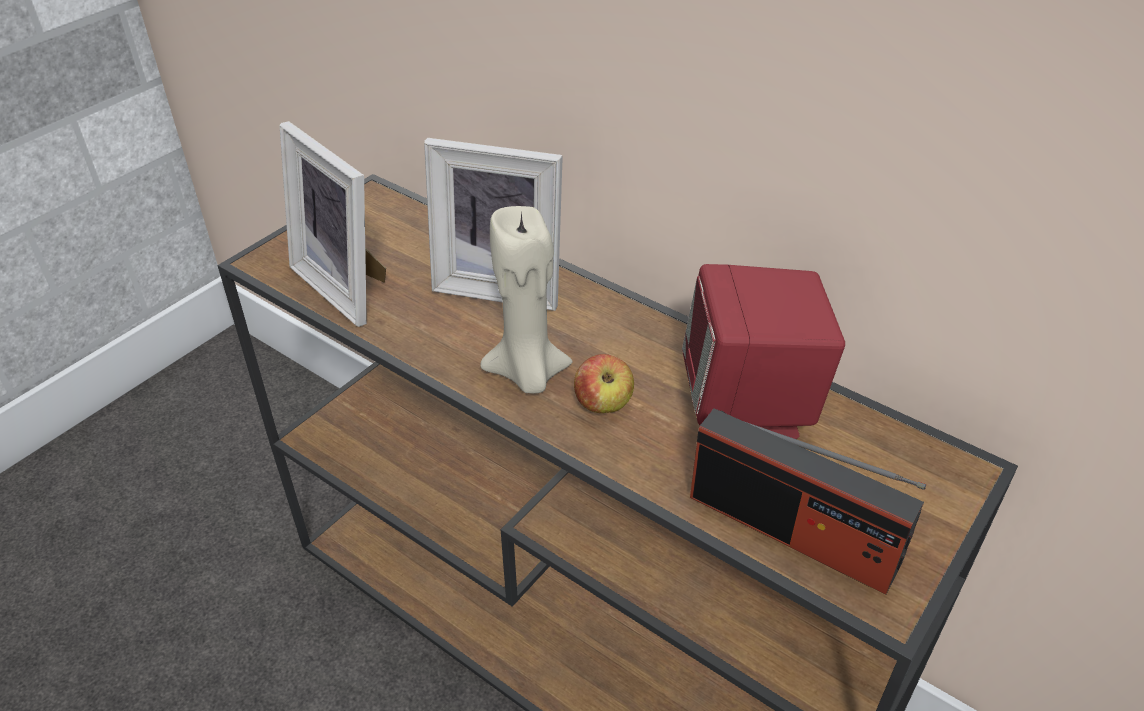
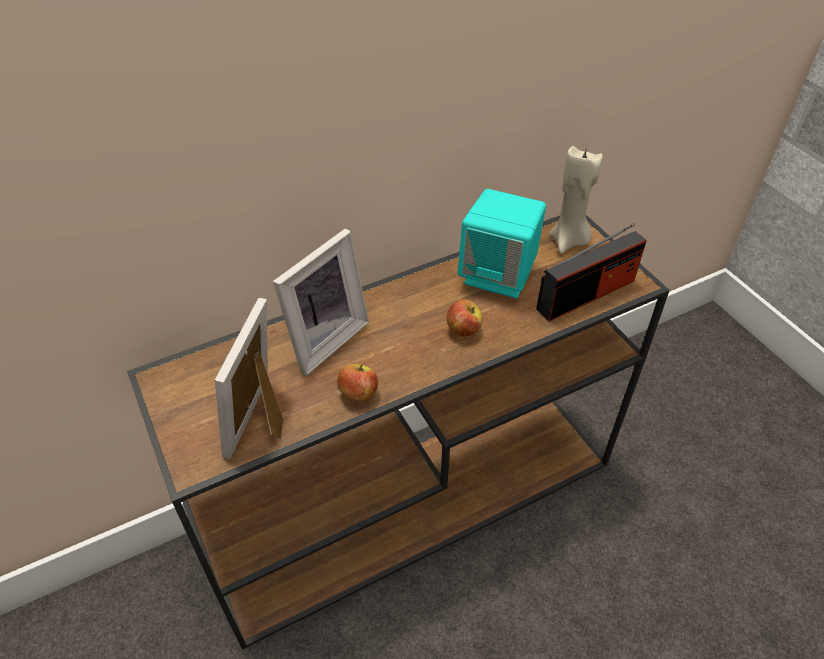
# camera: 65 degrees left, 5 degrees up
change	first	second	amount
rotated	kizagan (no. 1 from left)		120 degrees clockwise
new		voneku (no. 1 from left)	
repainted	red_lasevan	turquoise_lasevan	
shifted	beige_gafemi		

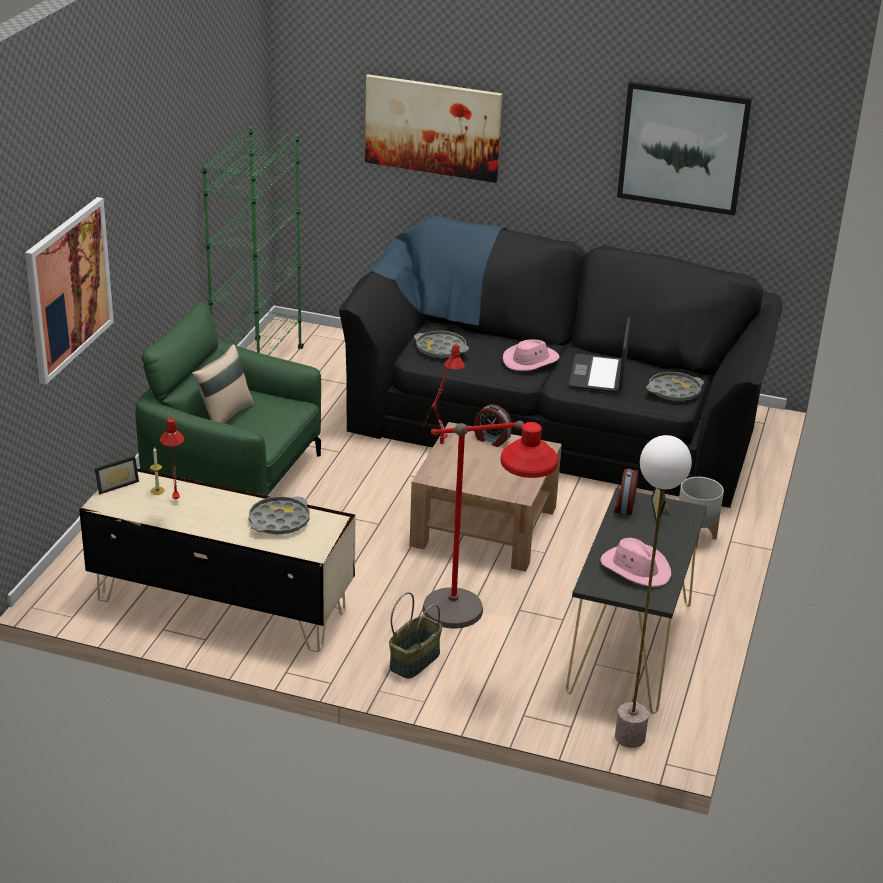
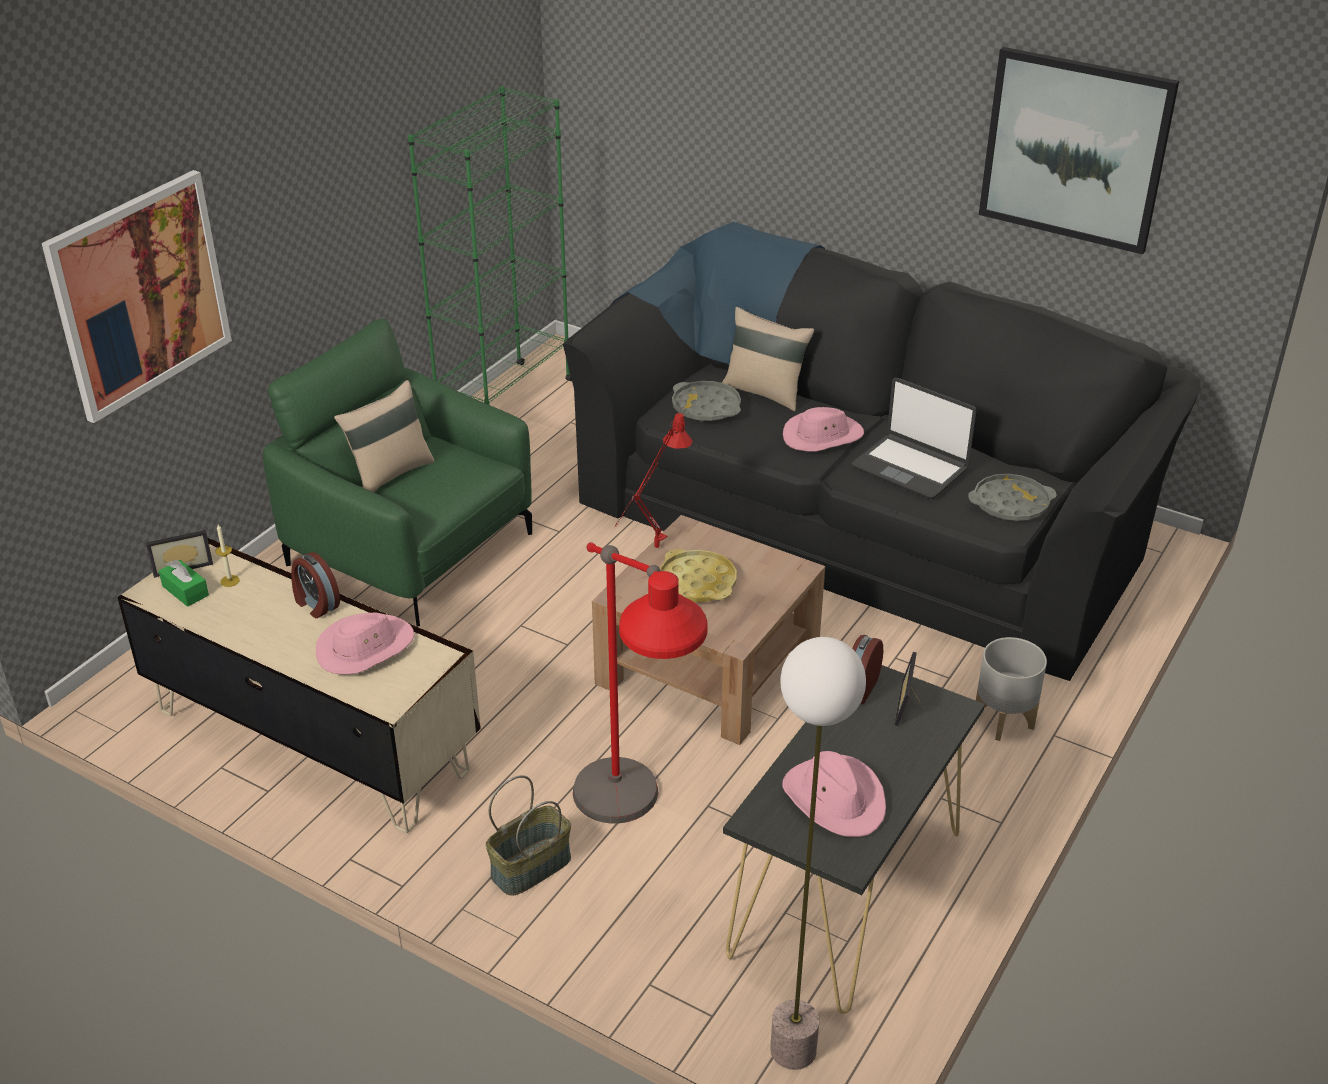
# camera: 15 degrees right, 5 degrees up
change	first	second	amount
new		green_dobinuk	
shifted	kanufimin (no. 1 from left)		
swapped	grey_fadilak (no. 1 from left)	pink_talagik (no. 1 from left)	
new		yellow_fadilak	
new		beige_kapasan (no. 2 from left)	
rotated	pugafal		75 degrees counterclockwise
gone	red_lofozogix (no. 1 from left)		
gone	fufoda (no. 2 from left)		

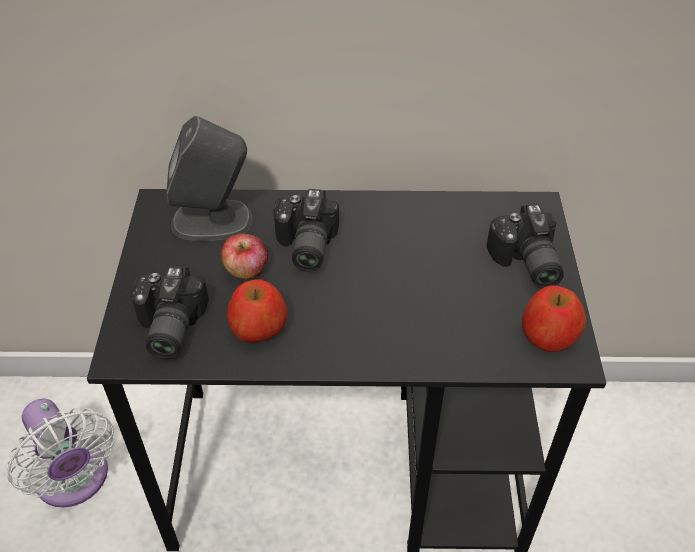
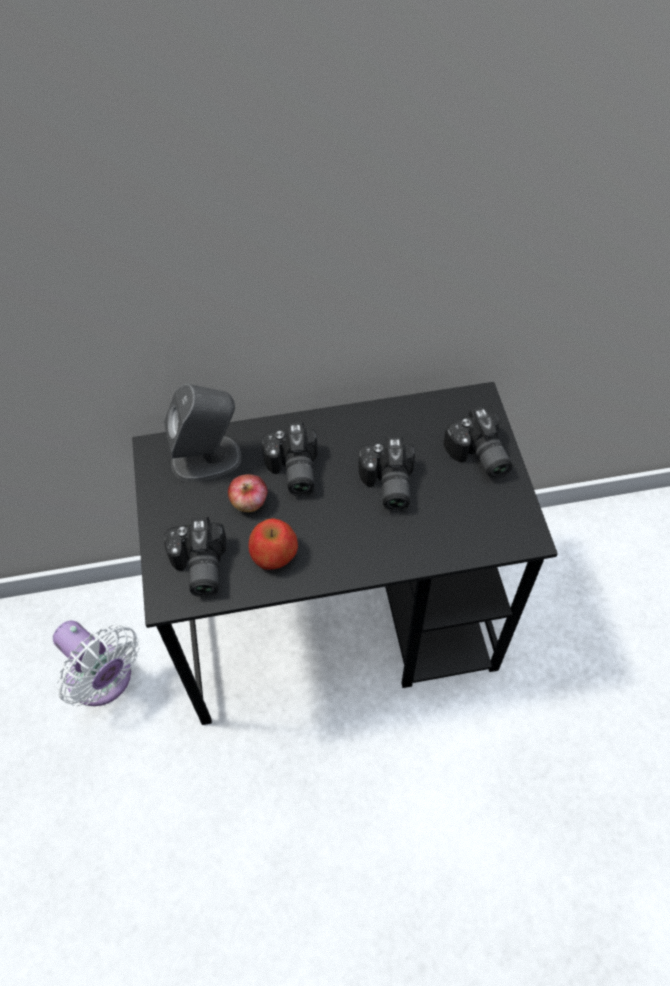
# camera: 10 degrees left, 10 degrees up
change	first	second	amount
new		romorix (no. 3 from left)	
gone	voneku (no. 3 from left)		

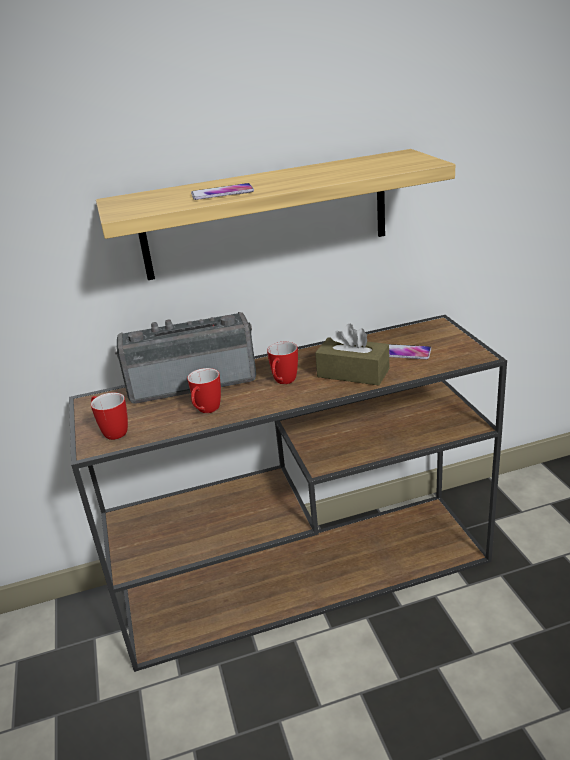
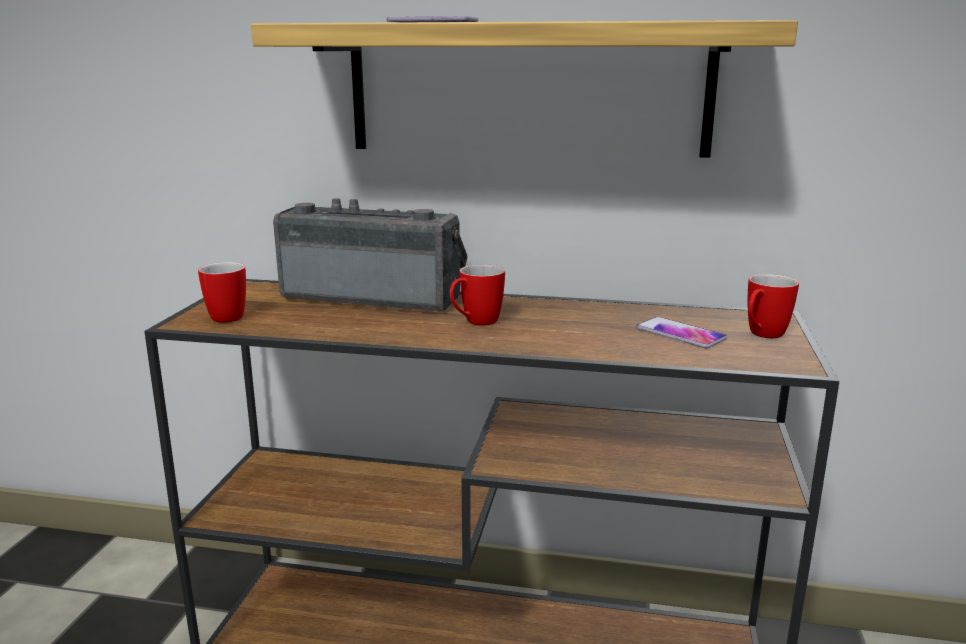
# camera: 25 degrees right, 10 degrees down
change	first	second	amount
shifted	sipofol (no. 2 from left in the first image)	sipofol (no. 3 from left)	
gone	brown_dobinuk		

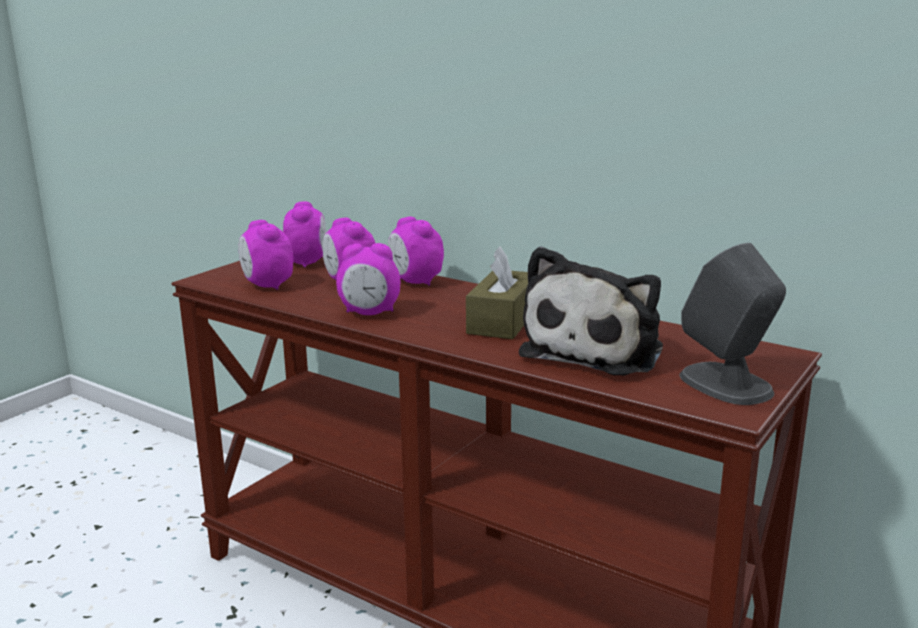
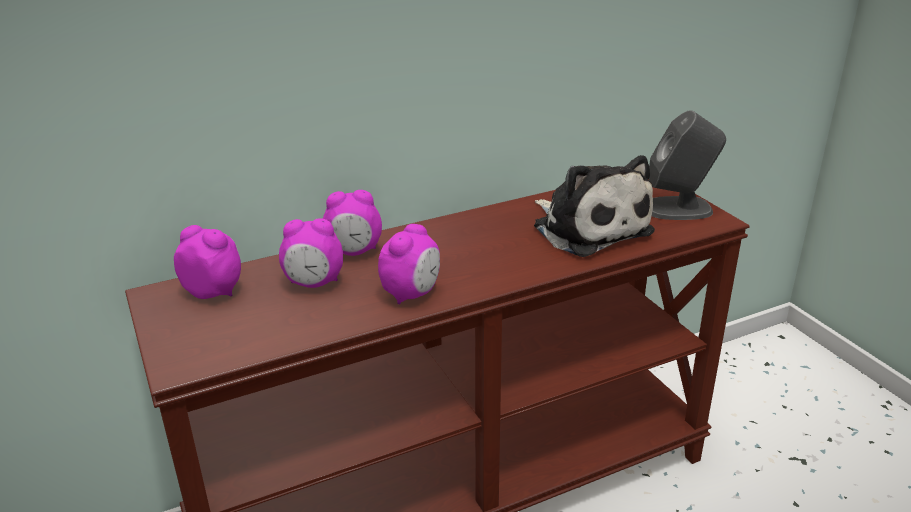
# camera: 60 degrees left, 10 degrees up
change	first	second	amount
gone	kanufimin (no. 1 from left)		
gone	brown_dobinuk		

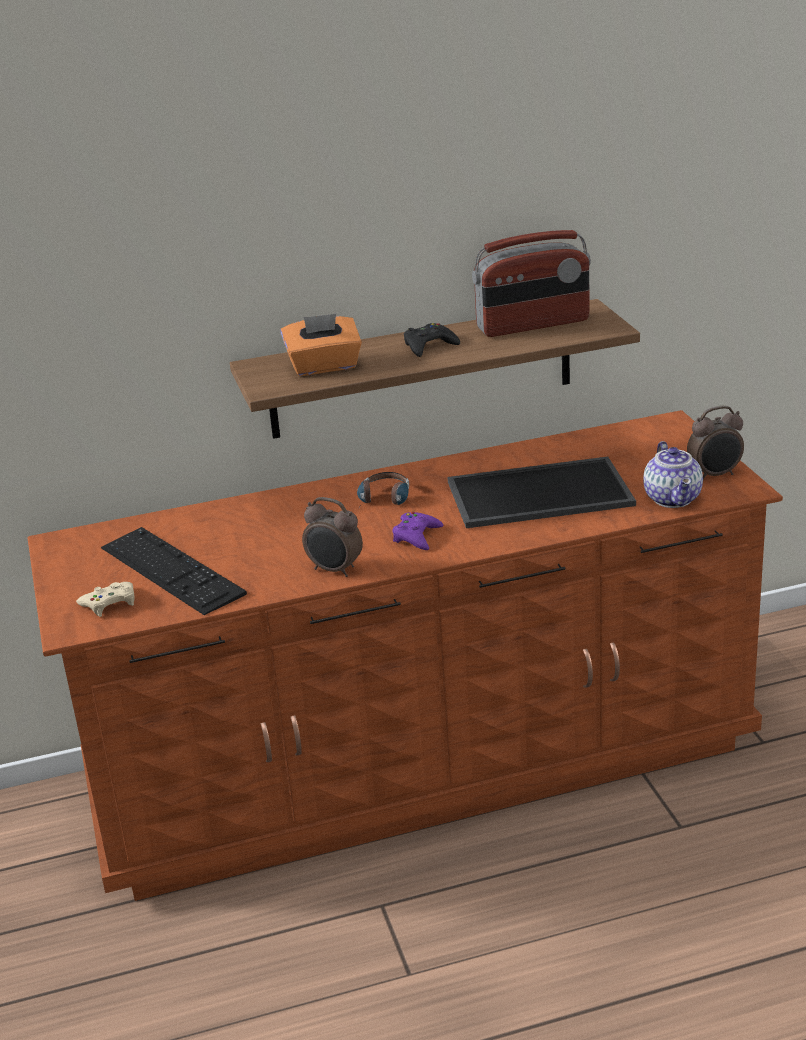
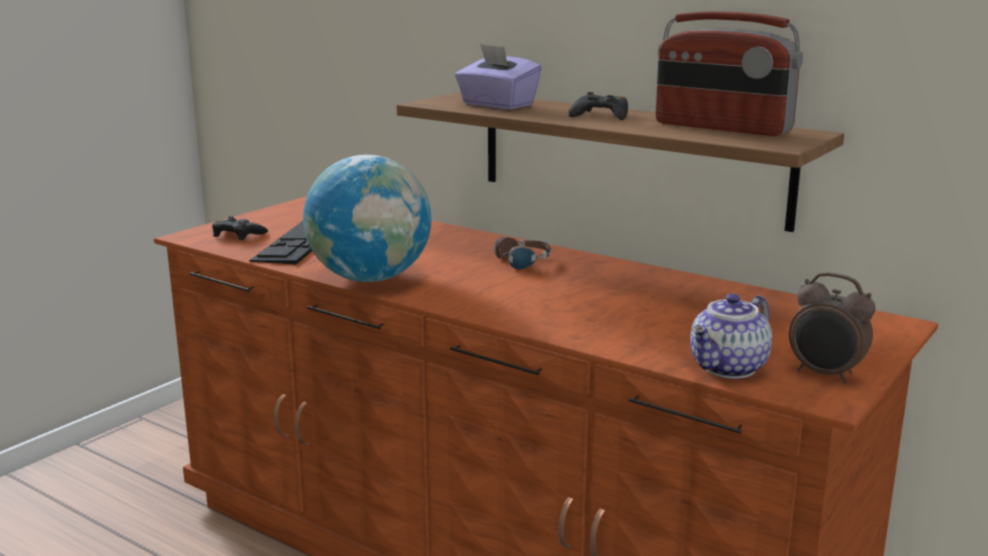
# camera: 50 degrees right, 10 degrees down
change	first	second	amount
repainted	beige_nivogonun	black_nivogonun (no. 1 from left)	
swapped	kanufimin (no. 1 from left)	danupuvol	
repainted	orange_dobinuk	purple_dobinuk	
gone	purple_nivogonun		
gone	fadilak		

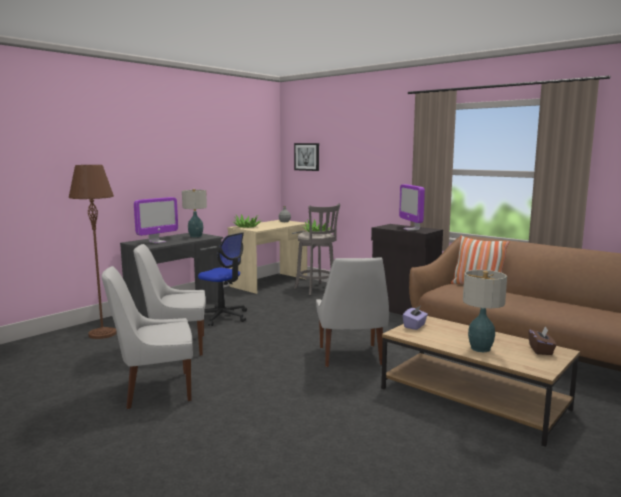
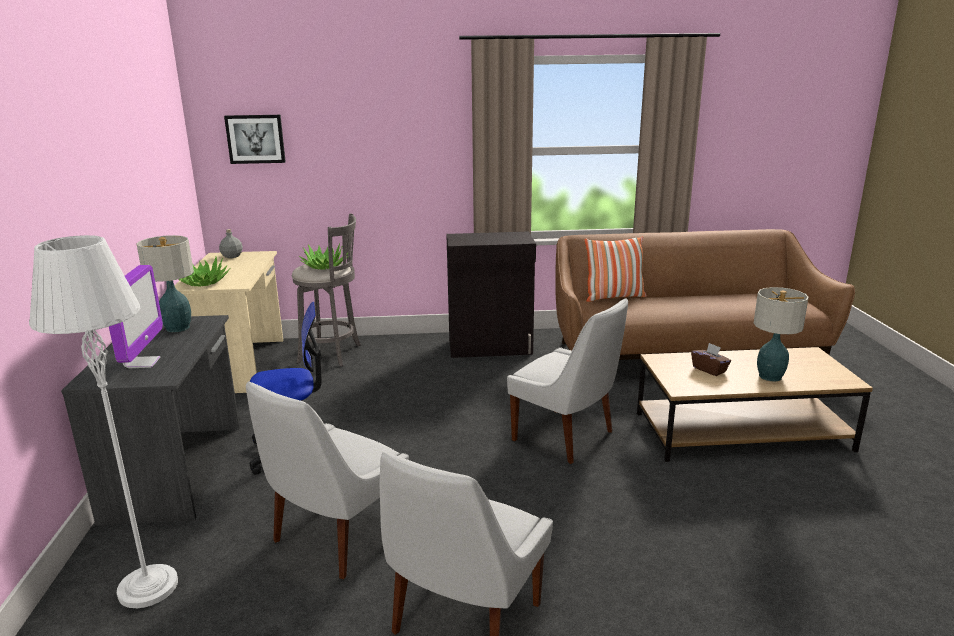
# camera: 45 degrees left, 10 degrees up
change	first	second	amount
repainted	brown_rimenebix	grey_rimenebix	
shifted	brown_dobinuk		
gone	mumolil (no. 2 from left)		
gone	purple_dobinuk		

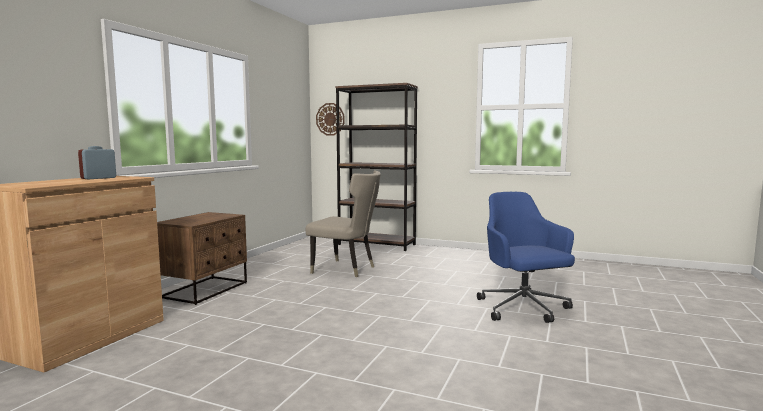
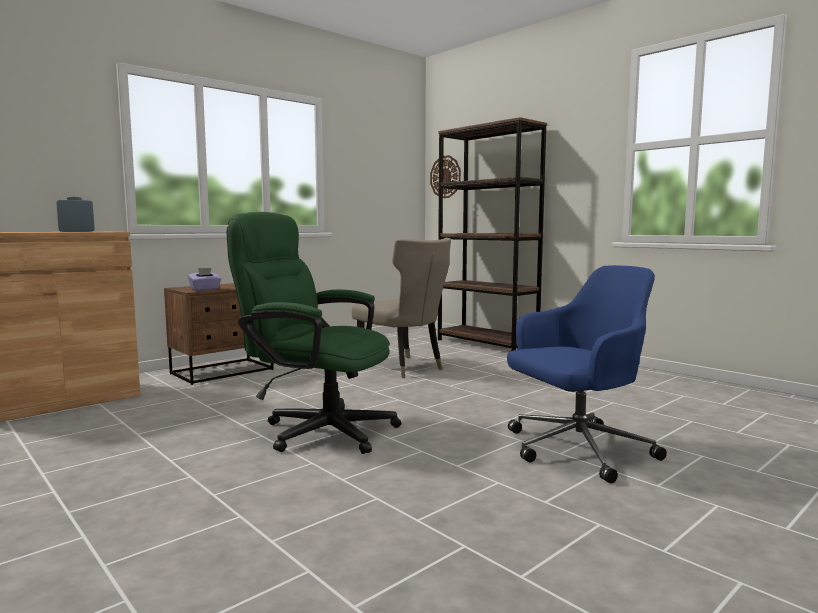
# camera: 25 degrees right, 0 degrees up
change	first	second	amount
new		purple_dobinuk	
new		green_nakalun	
rotated	blue_nakalun		60 degrees clockwise

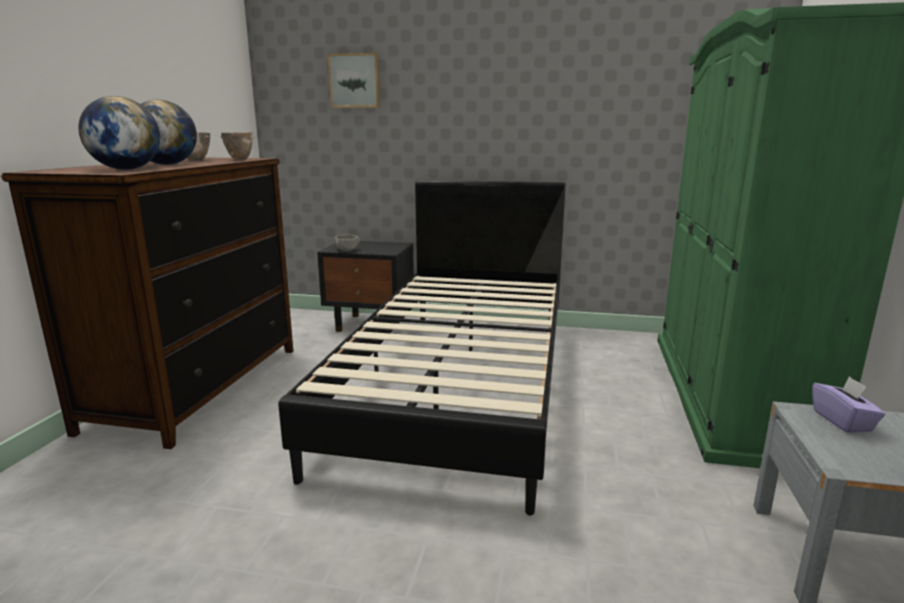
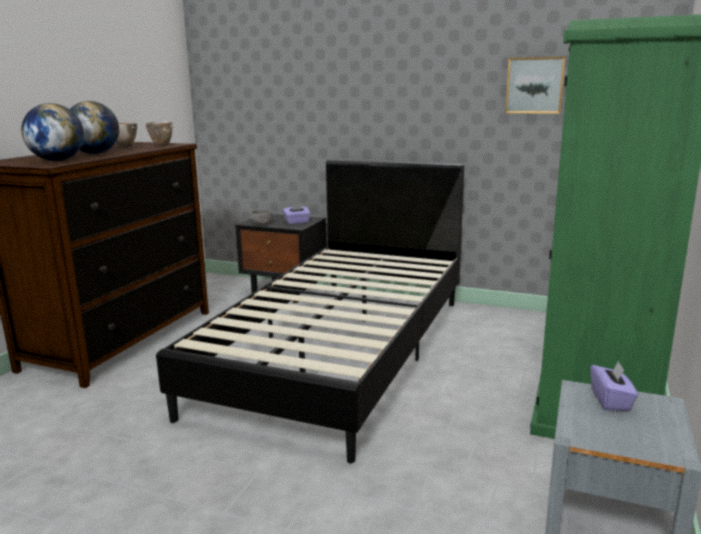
# camera: 10 degrees right, 0 degrees up
change	first	second	amount
new		purple_dobinuk (no. 1 from left)	
shifted	fufoda		

